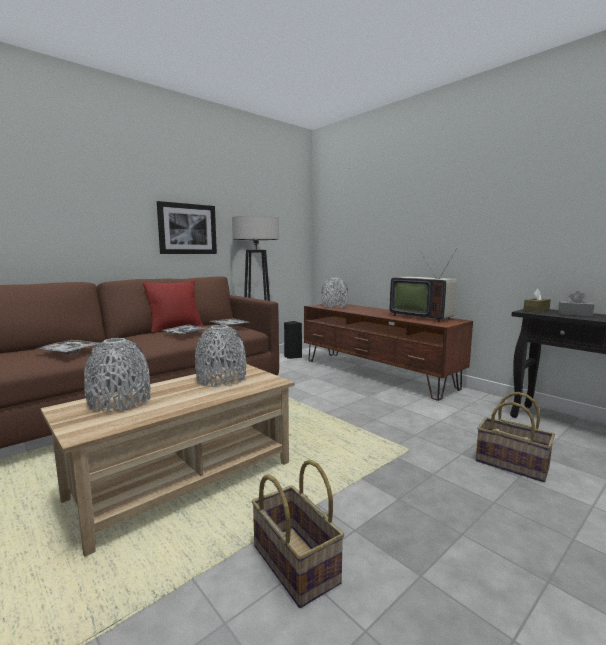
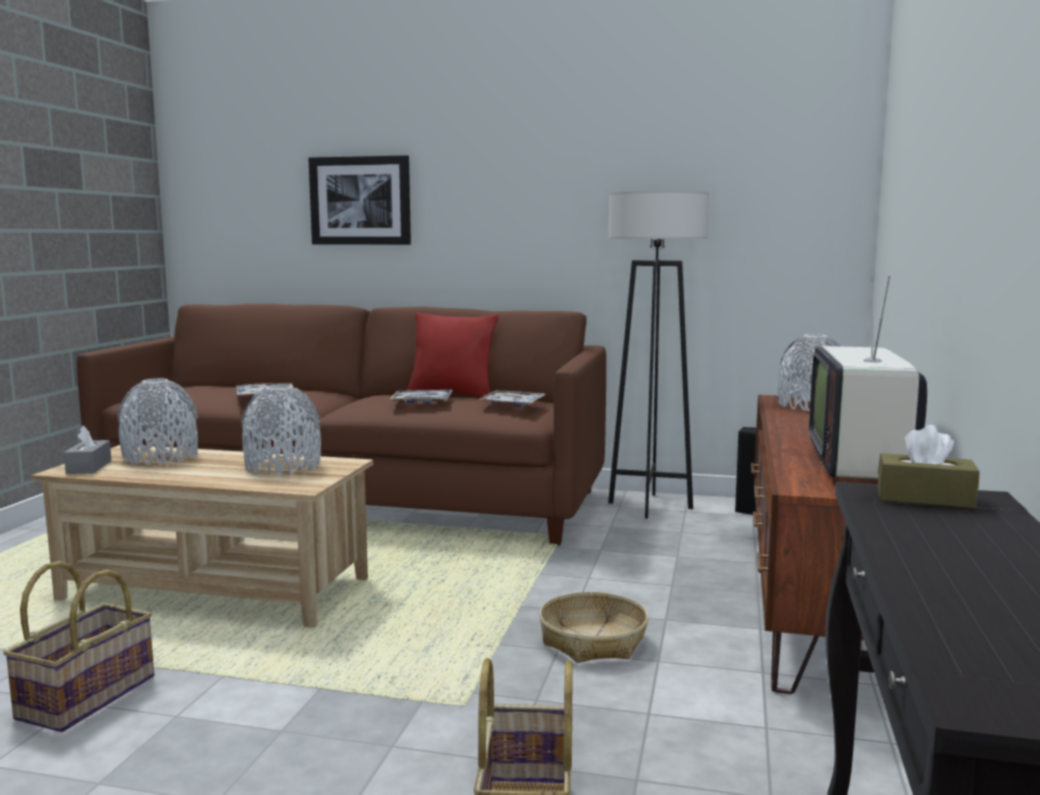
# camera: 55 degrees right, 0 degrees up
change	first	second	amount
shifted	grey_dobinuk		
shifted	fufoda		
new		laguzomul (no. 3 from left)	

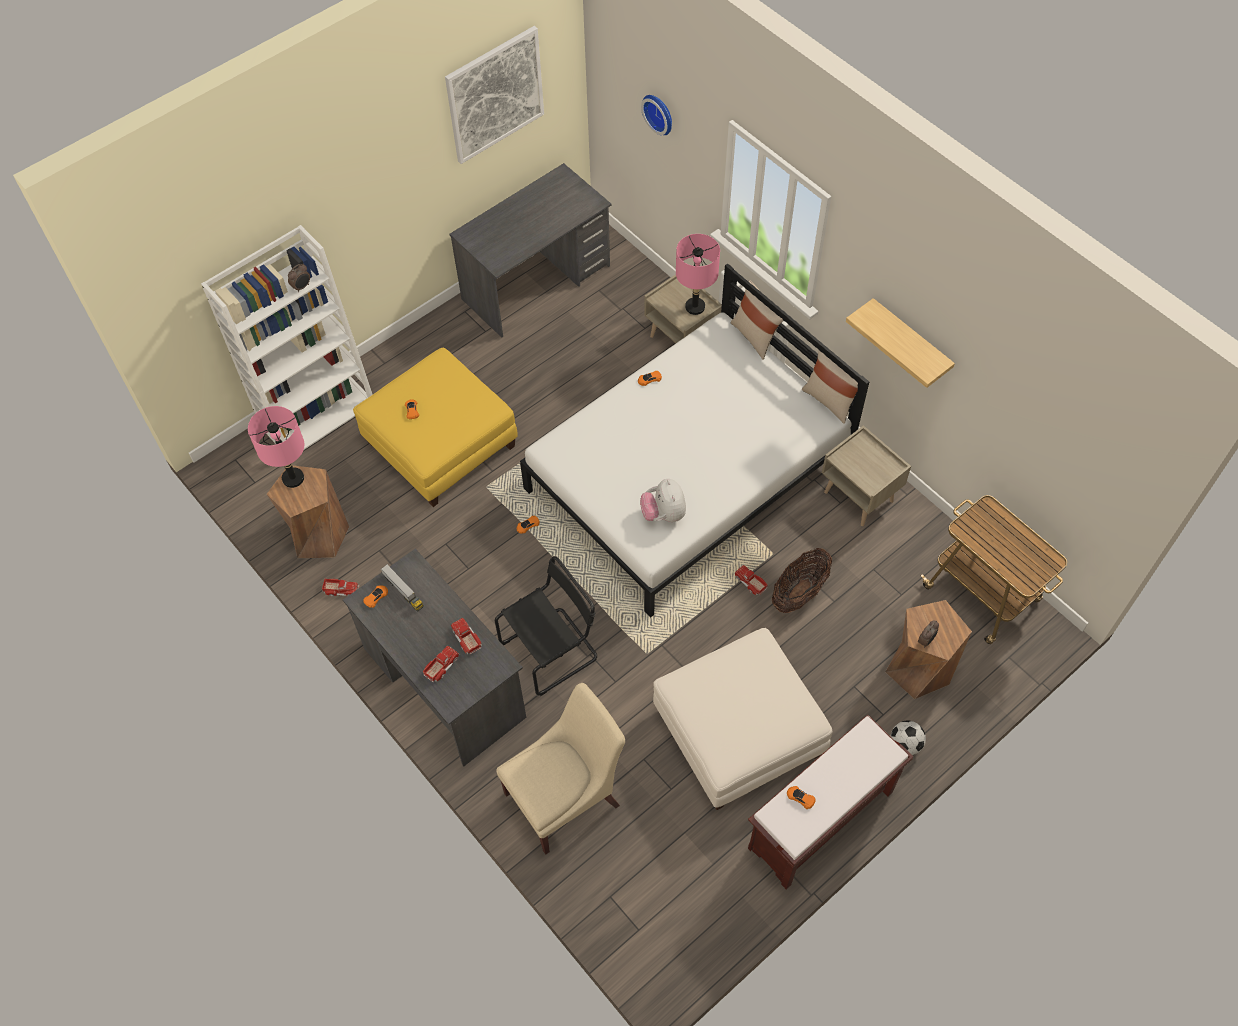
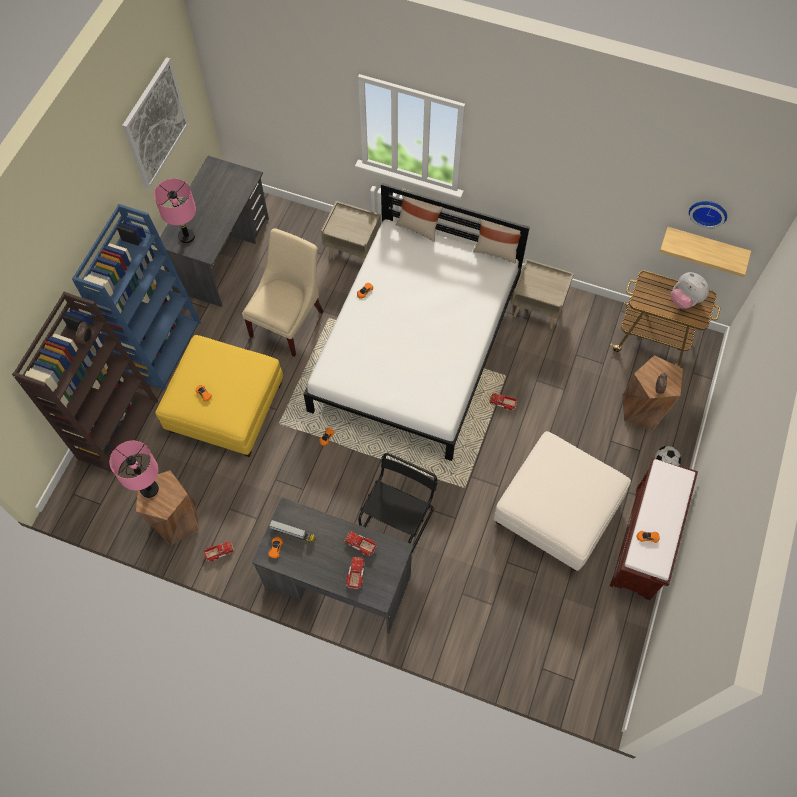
# camera: 30 degrees left, 5 degrees up
change	first	second	amount
repainted	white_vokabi	brown_vokabi	
new		blue_vokabi	
shifted	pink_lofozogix (no. 2 from left)		
shifted	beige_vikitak		
shifted	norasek		
shifted	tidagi		
shifted	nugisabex		
gone	laguzomul		

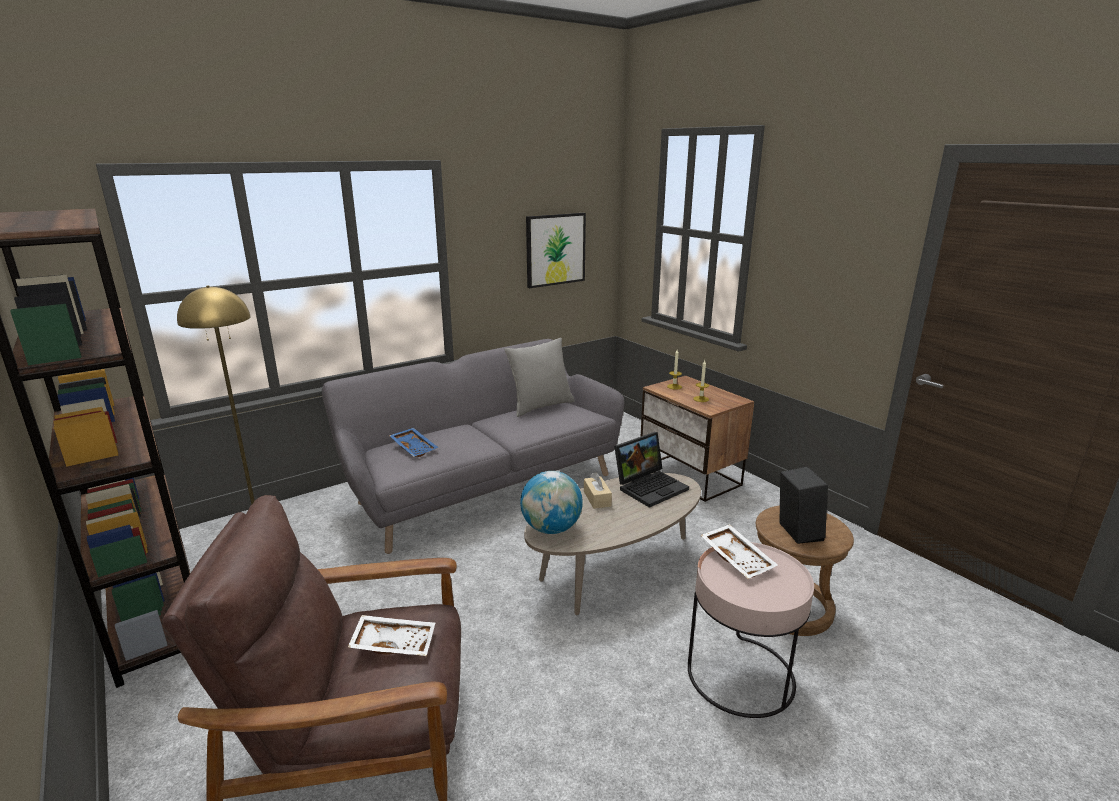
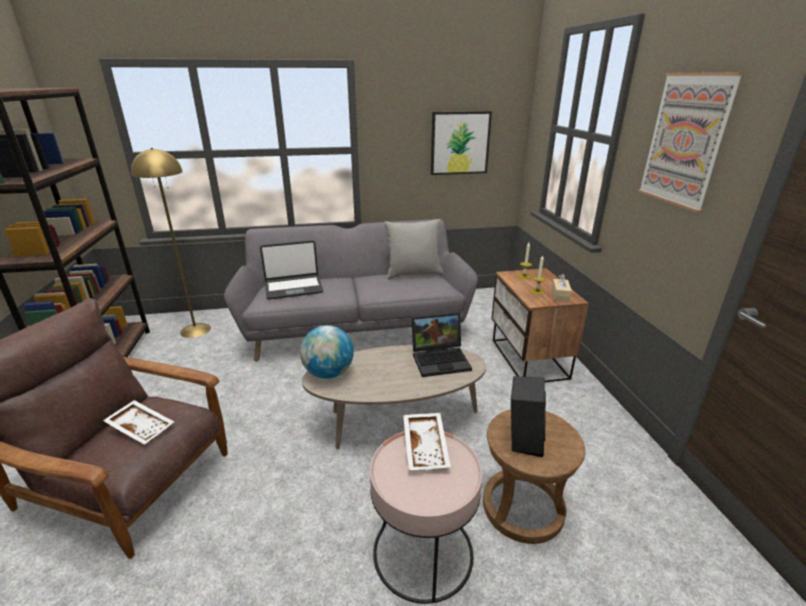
# camera: 25 degrees right, 5 degrees up
change	first	second	amount
swapped	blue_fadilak	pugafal (no. 1 from left)	
shifted	beige_dobinuk		
new		fufoda (no. 2 from left)	

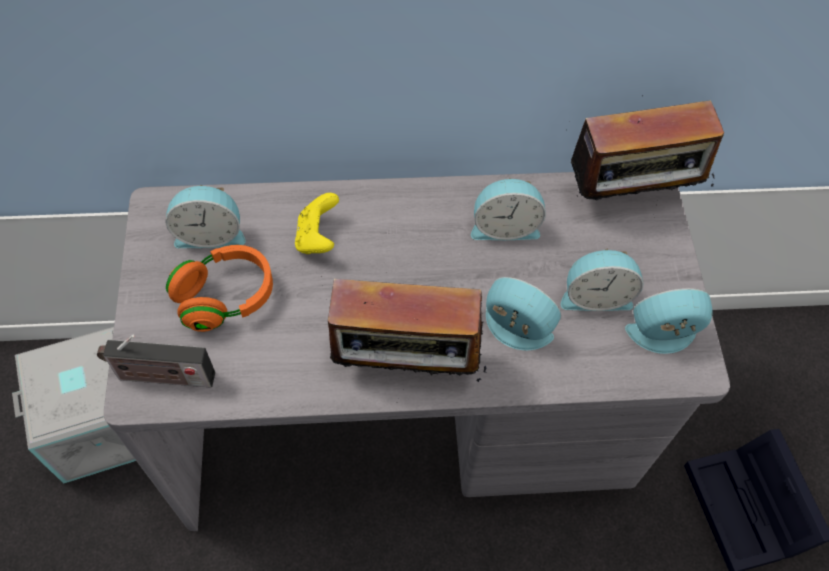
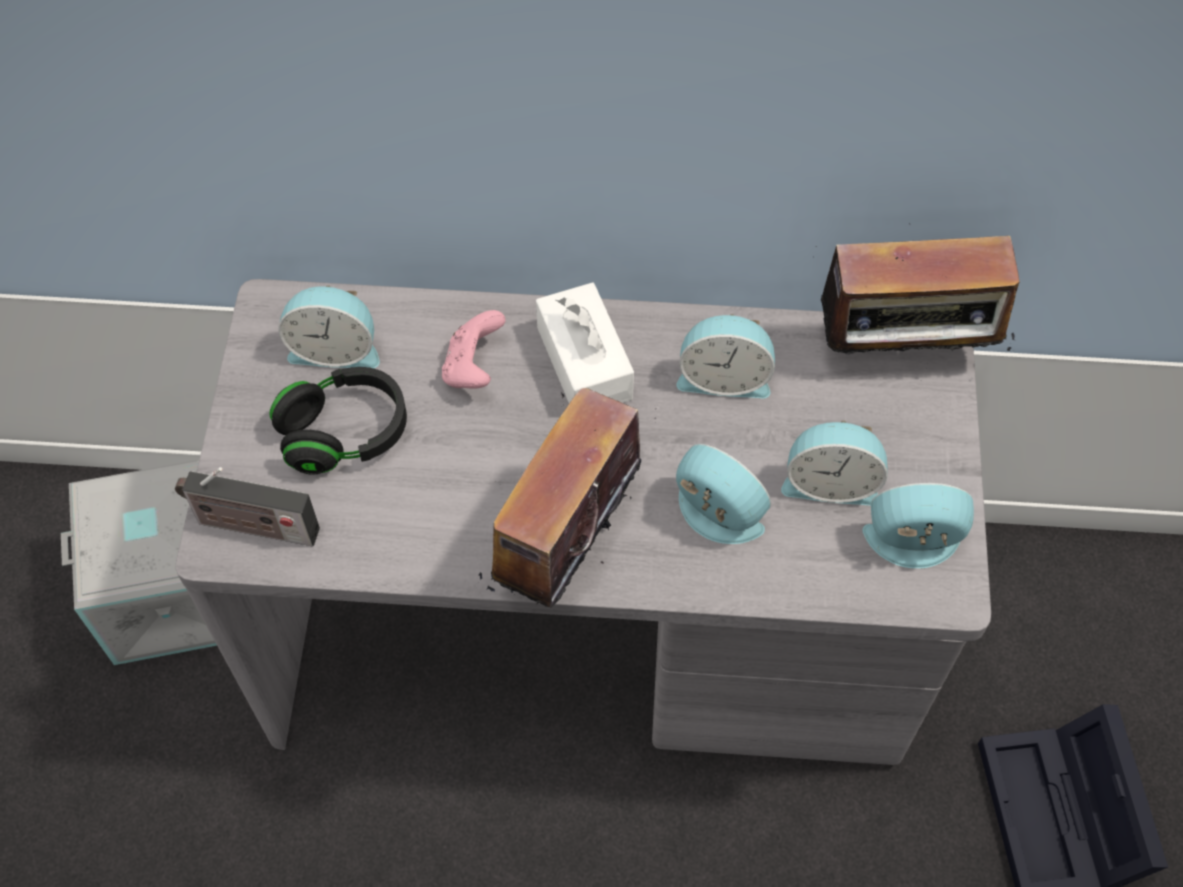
# camera: 10 degrees right, 0 degrees up
change	first	second	amount
repainted	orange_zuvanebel	black_zuvanebel	
repainted	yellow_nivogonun	pink_nivogonun	
rotated	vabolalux (no. 2 from left)		105 degrees clockwise
new		white_dobinuk	

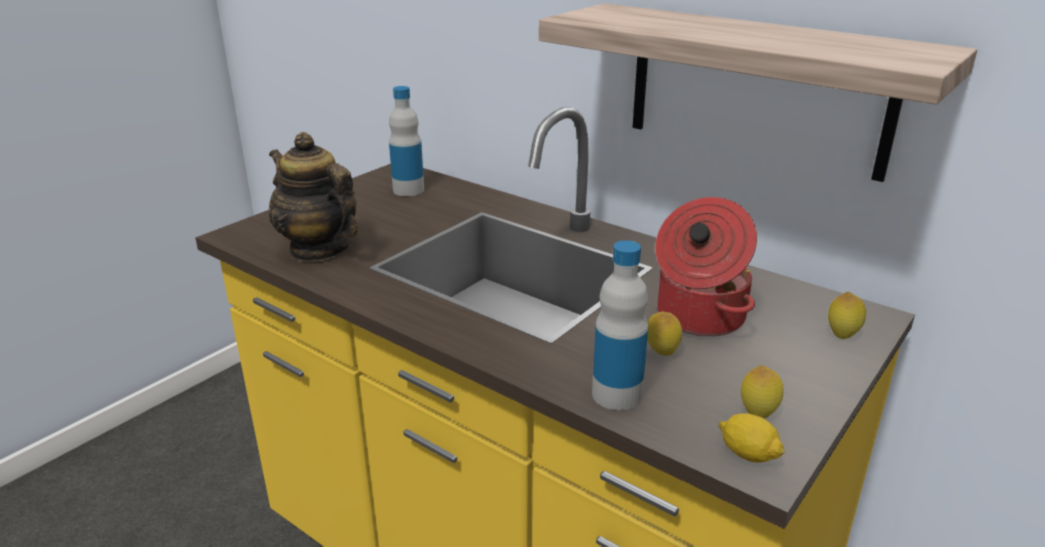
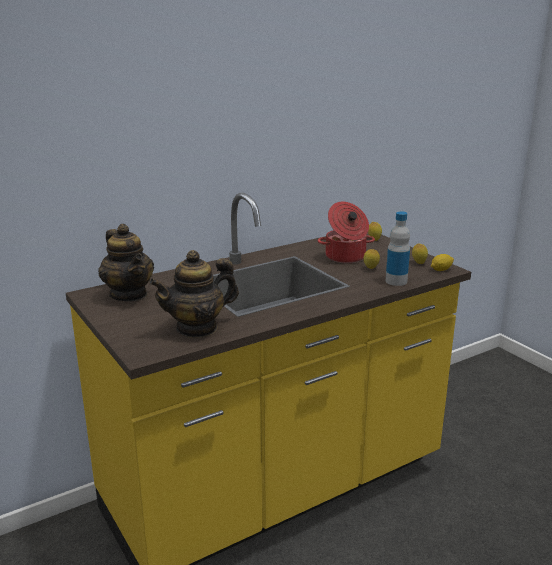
# camera: 70 degrees left, 5 degrees down
change	first	second	amount
swapped	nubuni (no. 1 from left)	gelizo (no. 1 from left)	
gone	norasek		

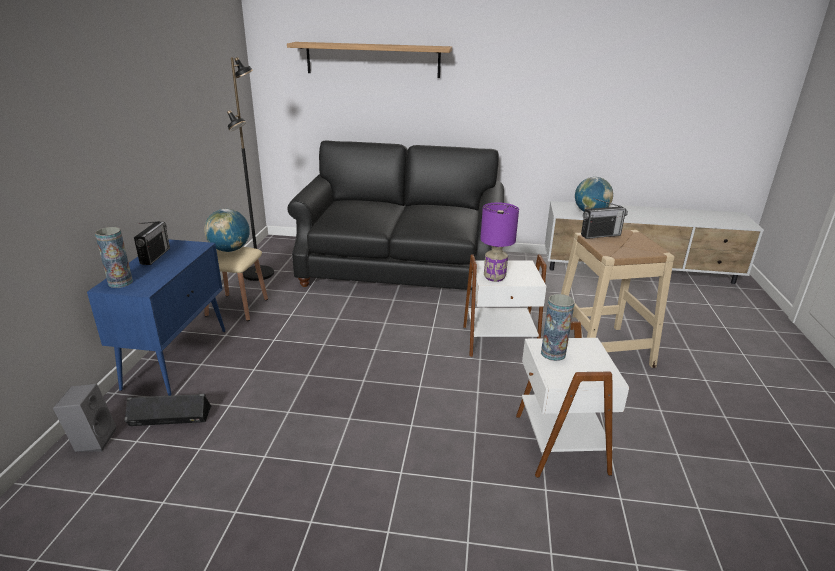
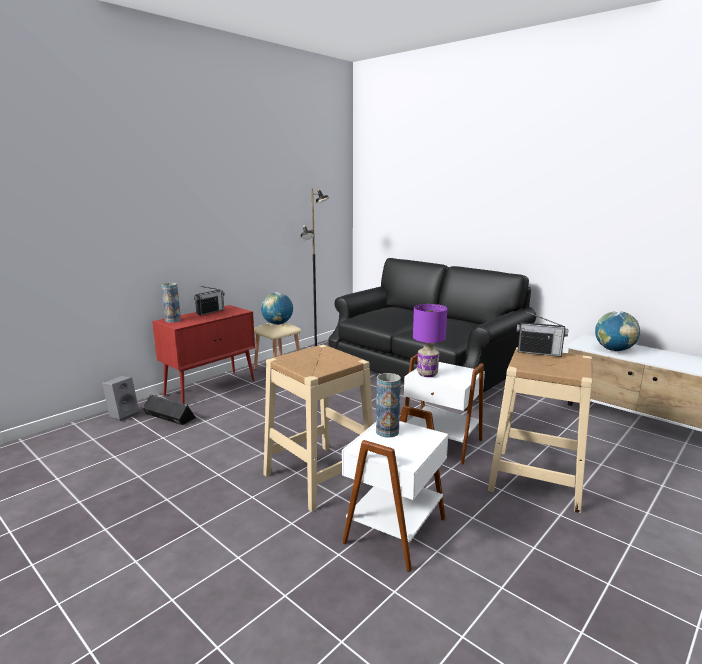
# camera: 35 degrees right, 10 degrees down
change	first	second	amount
repainted	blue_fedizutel	red_fedizutel	
new		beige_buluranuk (no. 2 from left)	
gone	norasek		

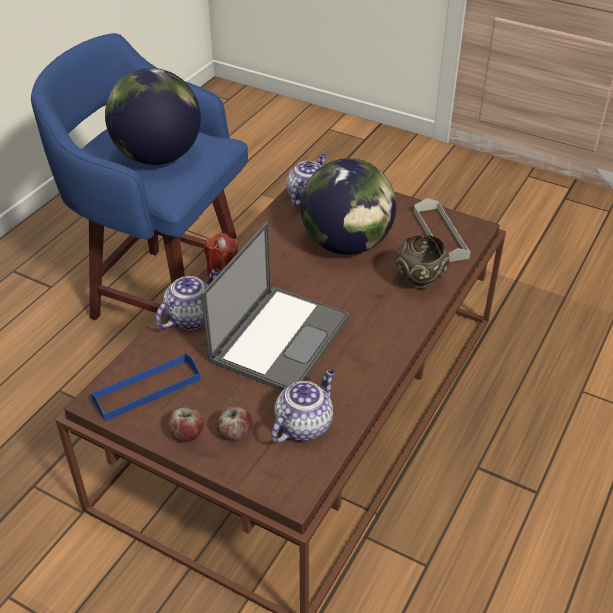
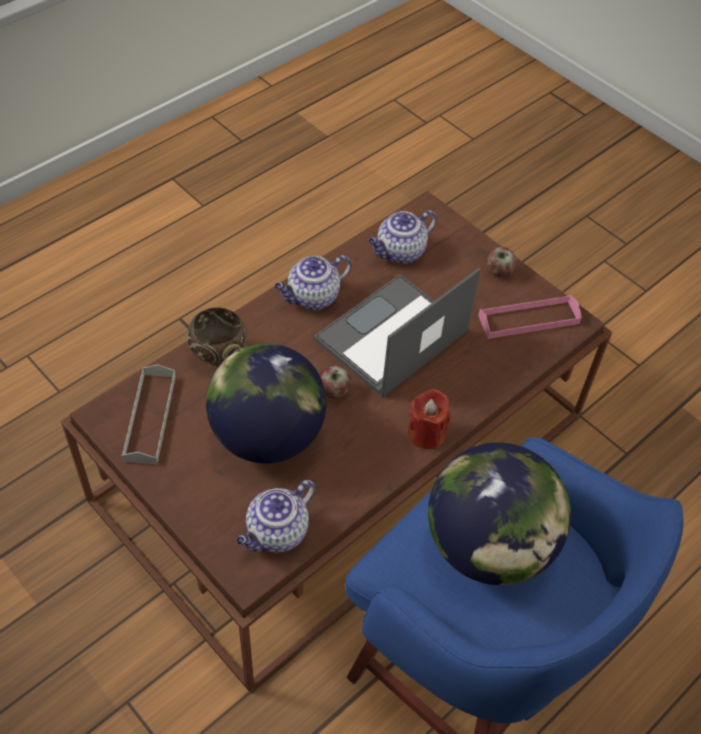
# camera: 165 degrees left, 10 degrees up
change	first	second	amount
shifted	gelizo (no. 1 from left in the first image)	gelizo (no. 2 from left)	
shifted	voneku (no. 2 from left in the first image)	voneku (no. 1 from left)	
repainted	blue_fadilak	pink_fadilak	

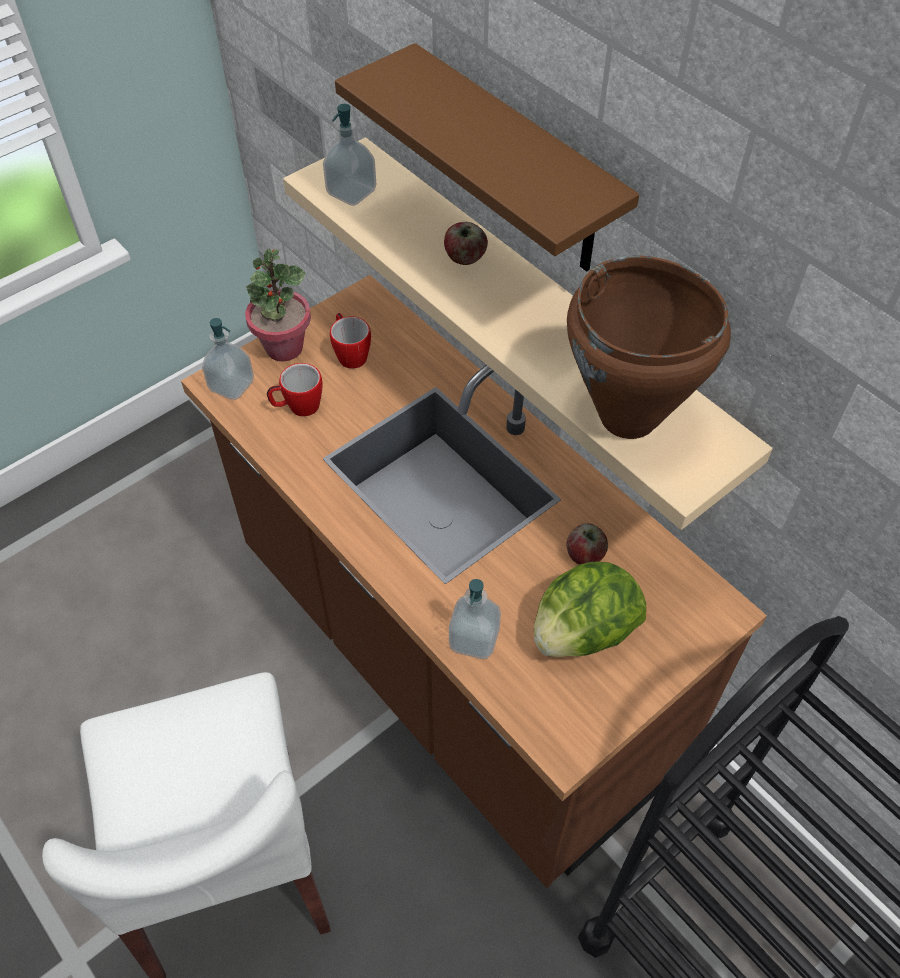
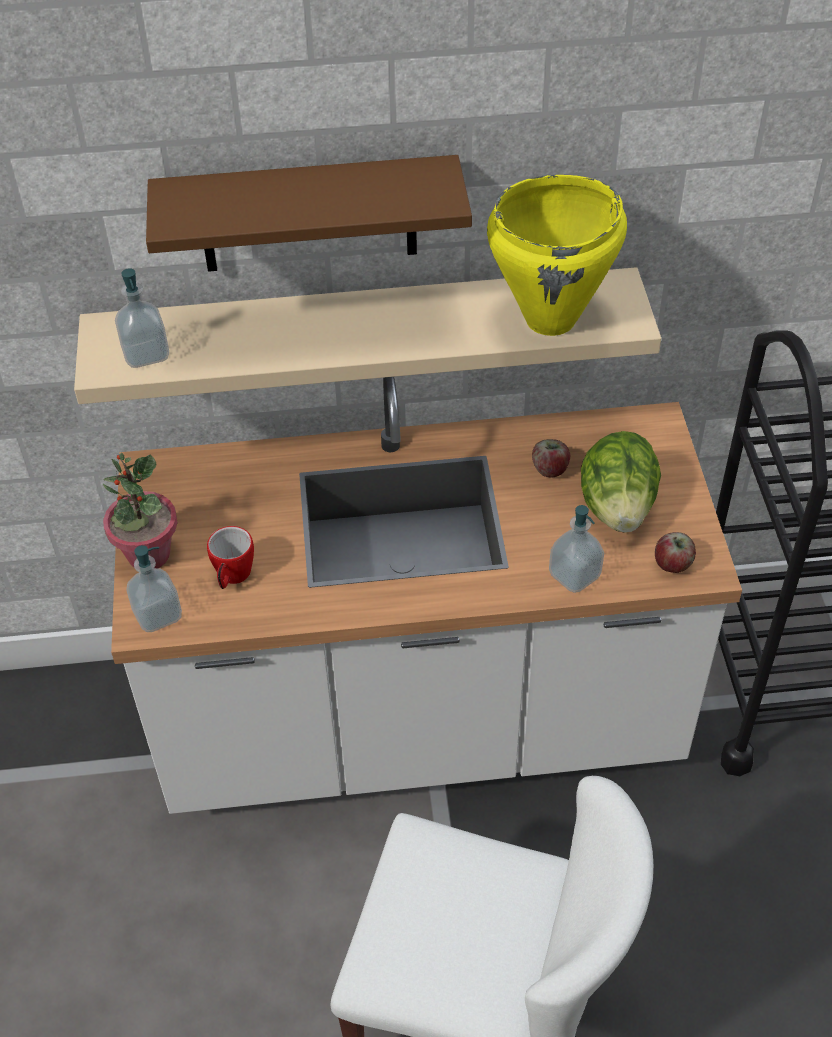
# camera: 55 degrees left, 5 degrees down
change	first	second	amount
repainted	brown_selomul	white_selomul	
repainted	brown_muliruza	yellow_muliruza	
shifted	voneku (no. 1 from left in the first image)	voneku (no. 2 from left)	
gone	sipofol (no. 2 from left)		

